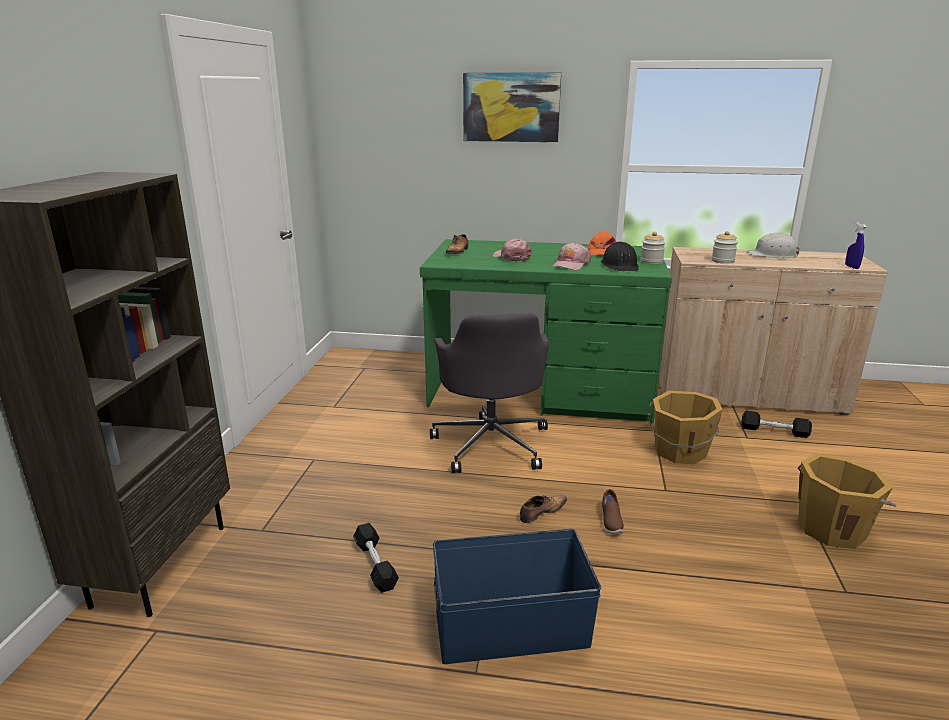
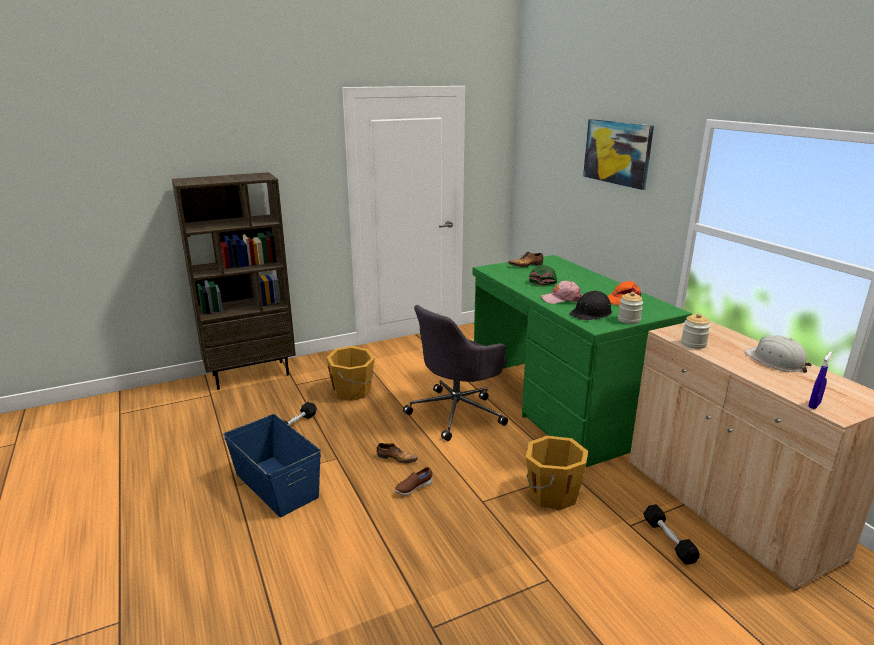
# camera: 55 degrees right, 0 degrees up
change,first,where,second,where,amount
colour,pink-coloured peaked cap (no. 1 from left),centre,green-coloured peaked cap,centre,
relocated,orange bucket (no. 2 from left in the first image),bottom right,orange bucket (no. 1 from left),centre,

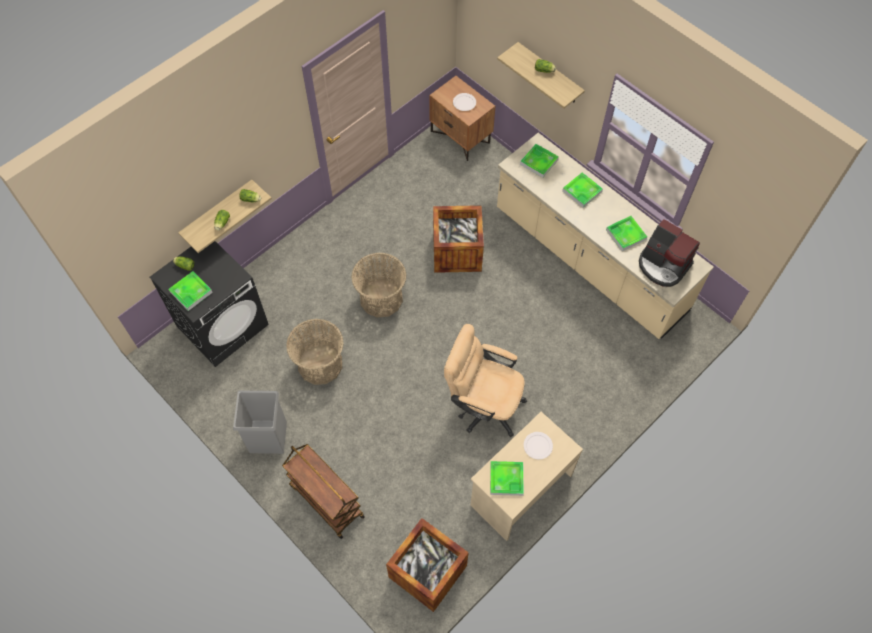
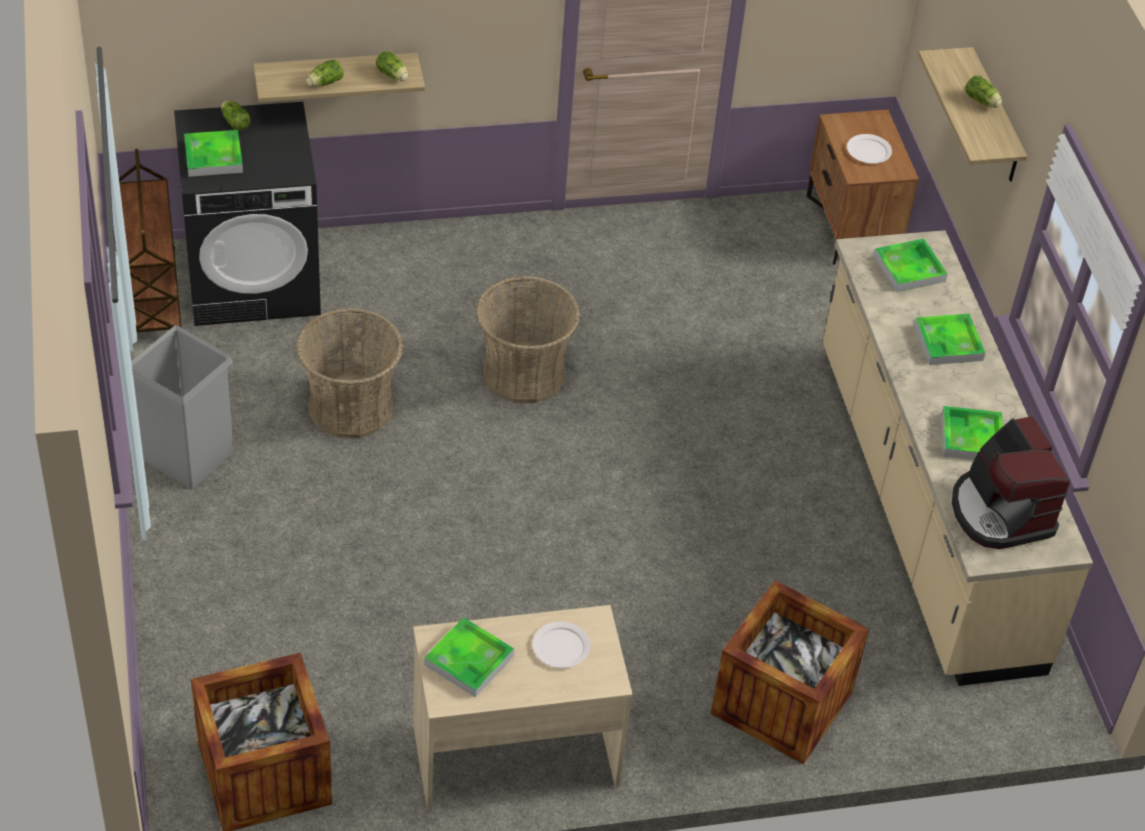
# camera: 30 degrees right, 15 degrees down
change,first,where,second,where,amount
relocated,crate (no. 2 from left),centre,,bottom right,
missing,sand-coloured office chair,centre,,,
relocated,brown-coloured cart,bottom centre,,top left,

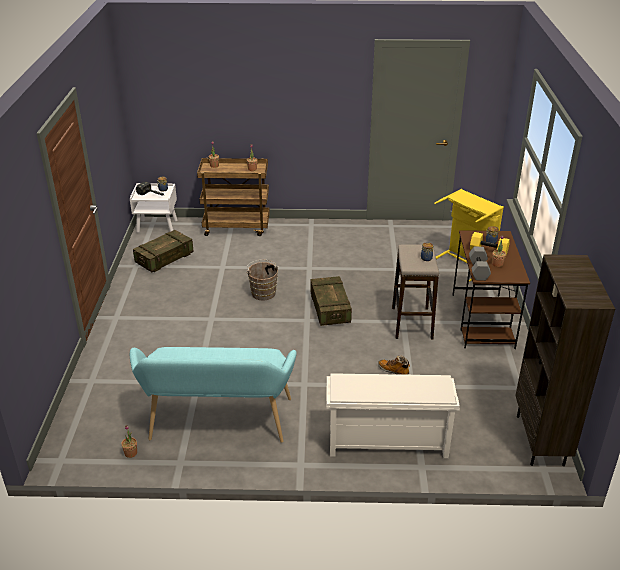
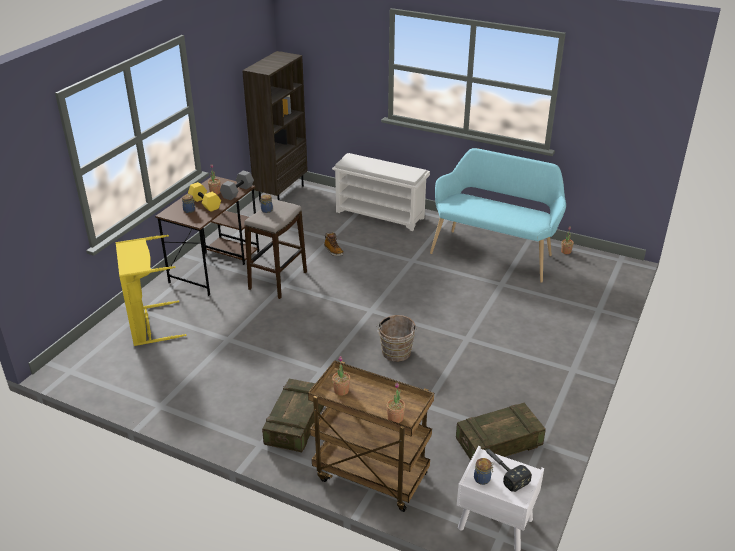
# camera: 155 degrees left, 0 degrees up
change,first,where,second,where,amount
relocated,crate (no. 2 from left in the first image),centre,crate (no. 1 from left),bottom centre,

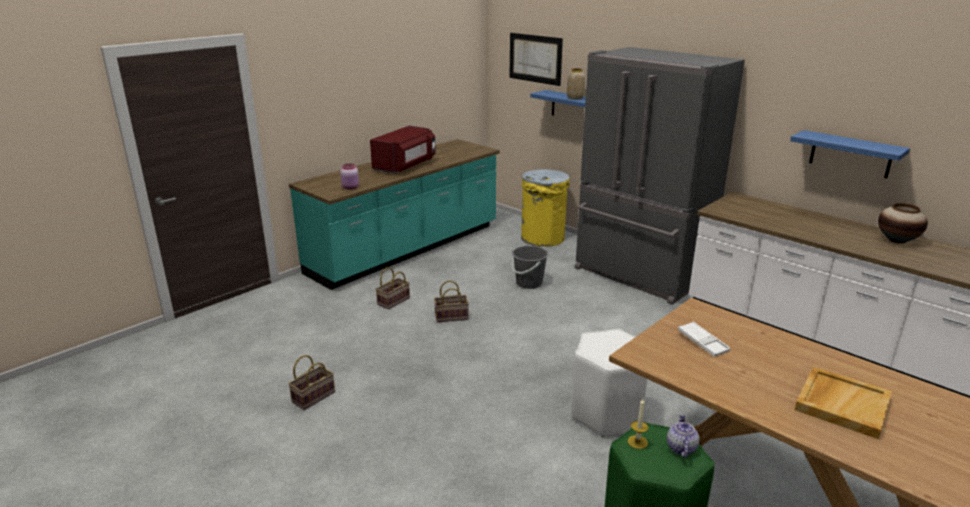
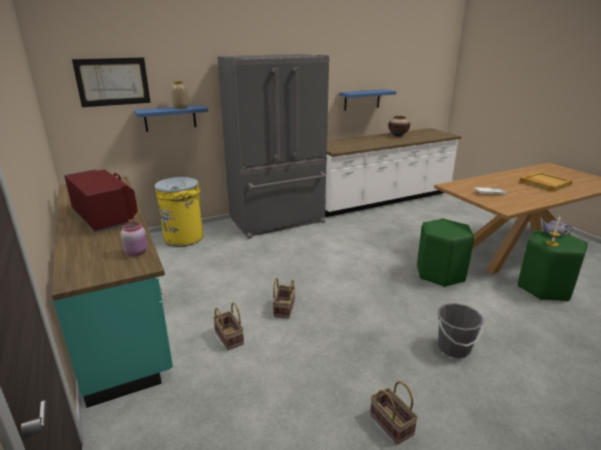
# camera: 70 degrees left, 0 degrees up
change,first,where,second,where,amount
relocated,greyish bucket,centre,,bottom right,
colour,white stool seat,bottom centre,green-coloured stool seat (no. 1 from left),middle right,

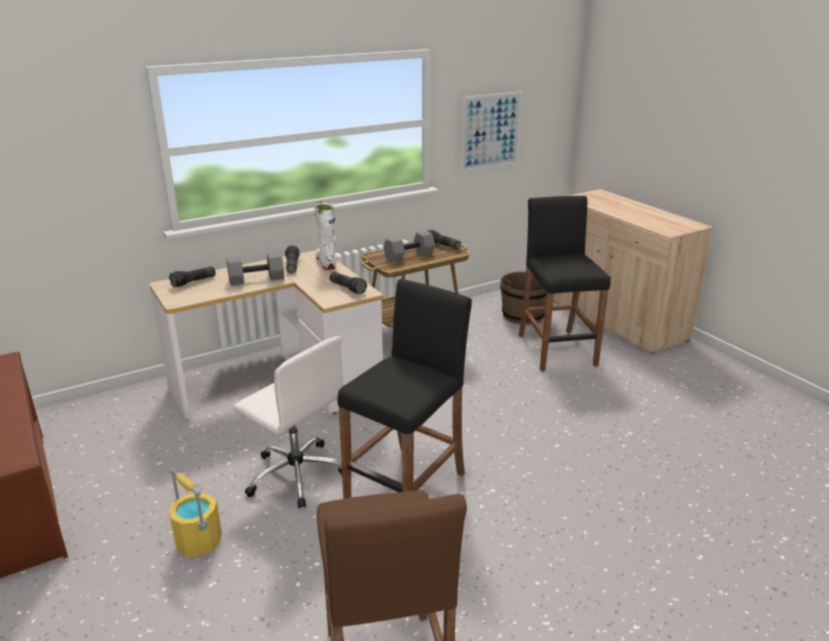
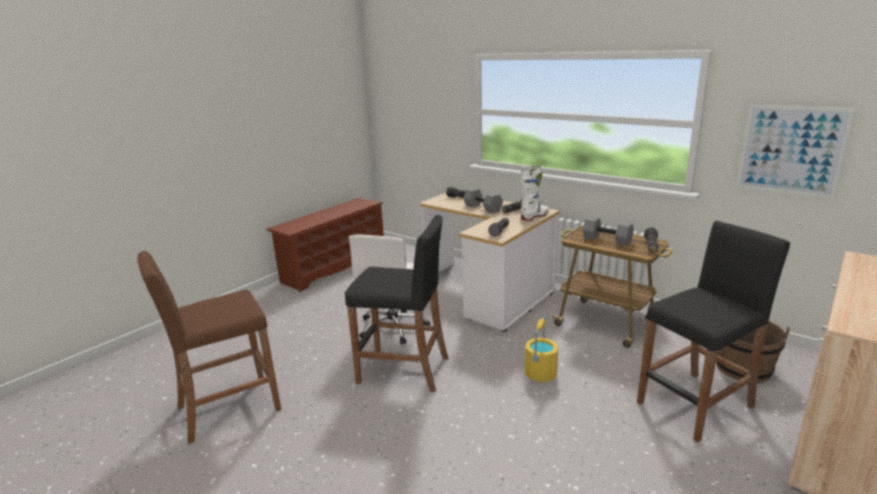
# camera: 70 degrees right, 5 degrees down
change,first,where,second,where,amount
relocated,yellow-coloured bucket,bottom left,,bottom centre,

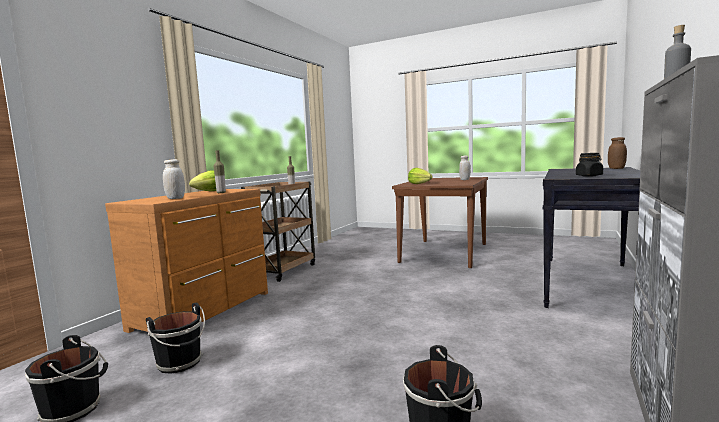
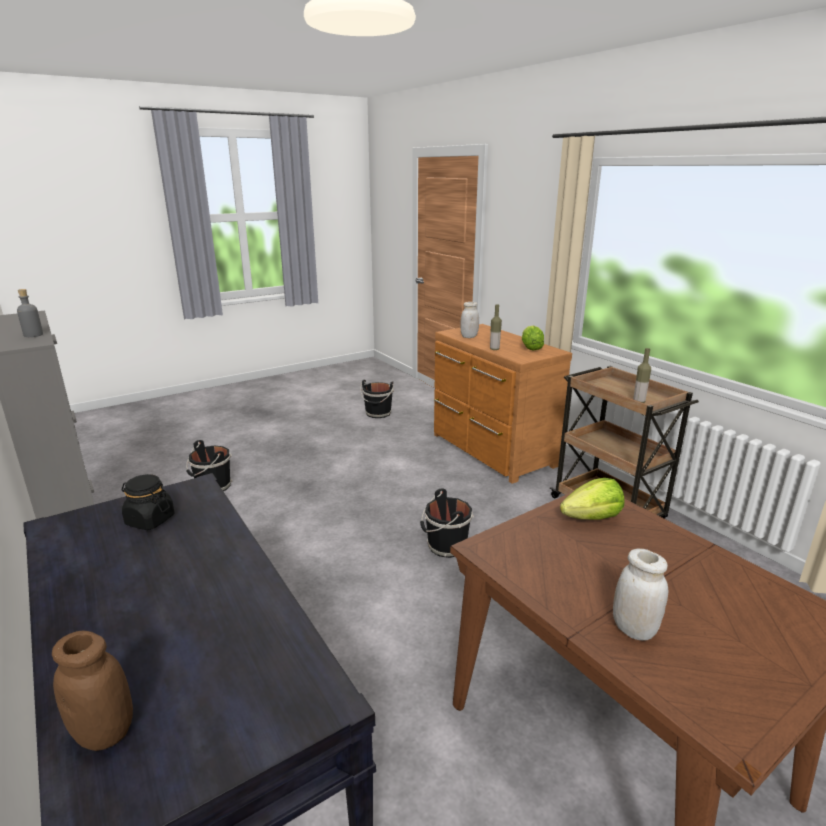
# camera: 120 degrees right, 15 degrees up
change,first,where,second,where,amount
relocated,black bucket (no. 2 from left in the first image),bottom left,black bucket (no. 3 from left),centre,

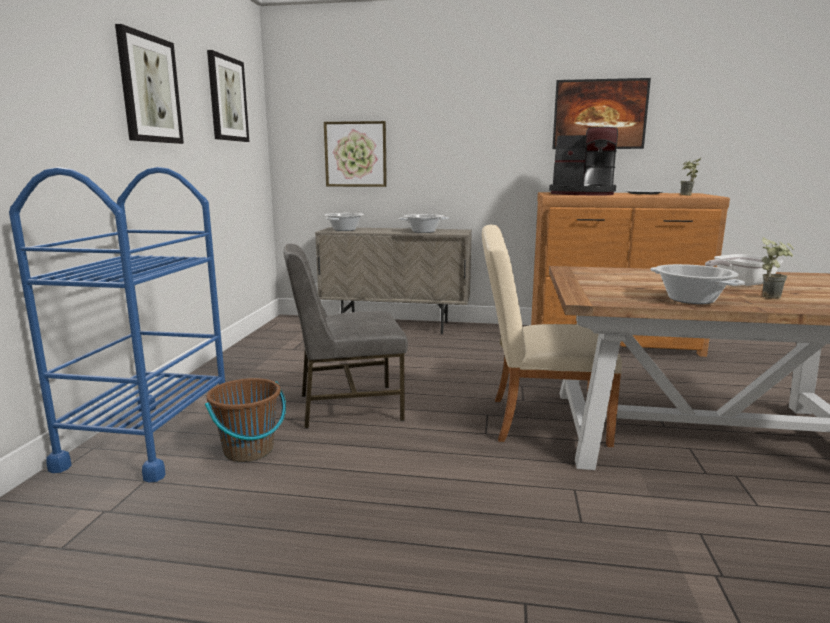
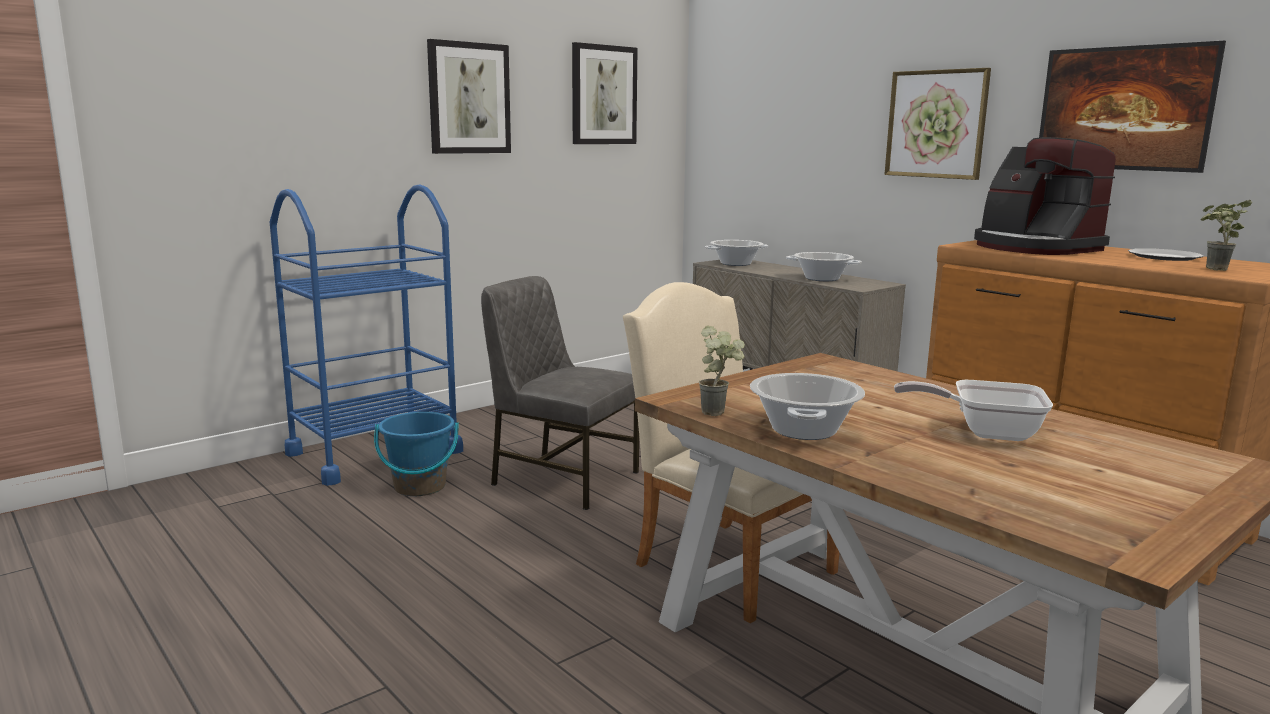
# camera: 40 degrees right, 0 degrees up
change,first,where,second,where,amount
relocated,picture (no. 3 from left),top centre,,top right,
relocated,plant in a pot (no. 2 from left in the first image),middle right,plant in a pot (no. 1 from left),centre,
colour,brown-coloured bucket,bottom left,bluish bucket,middle left,

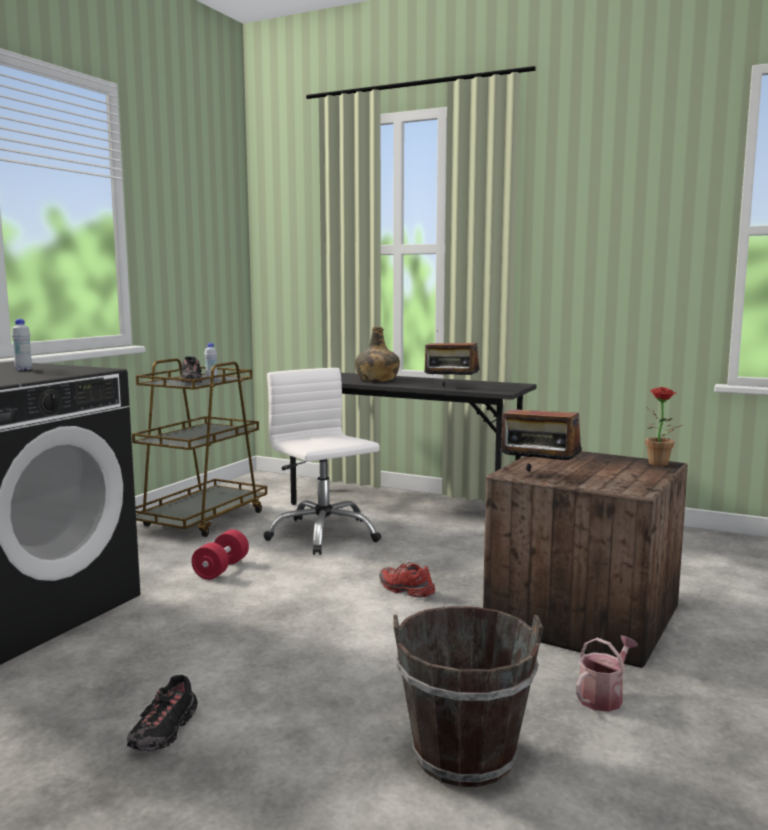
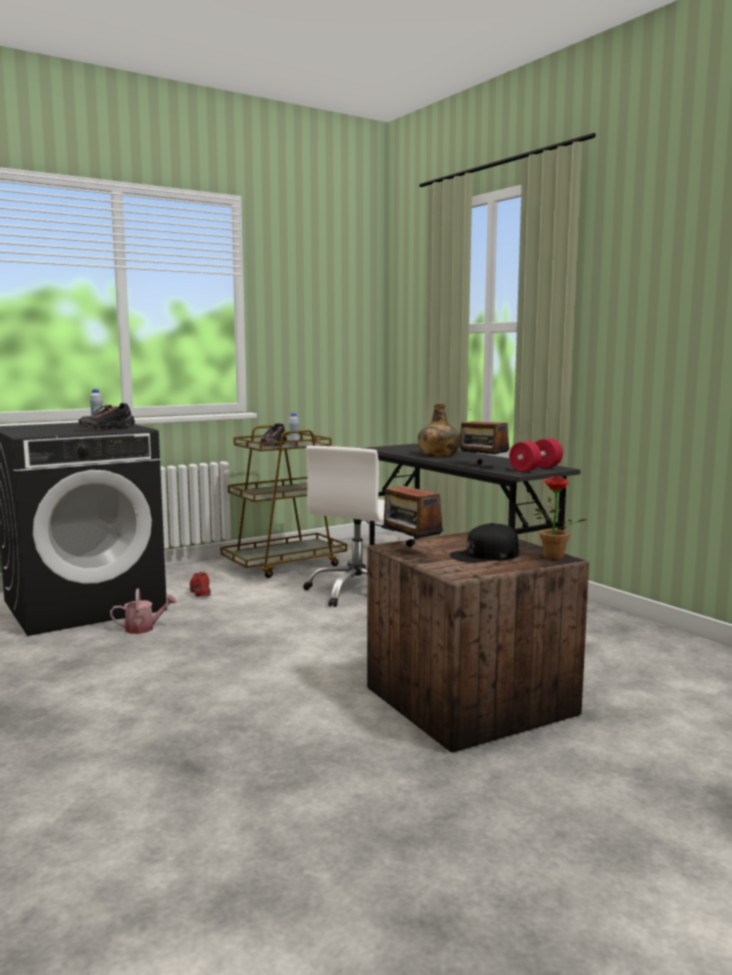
# camera: 30 degrees right, 0 degrees up
change,first,where,second,where,amount
spun,white office chair,centre,,centre,150 degrees counterclockwise
relocated,red hand weight,bottom left,,middle right,
relocated,red shoe,bottom centre,,middle left,
missing,brown-coloured bucket,bottom centre,,,
relocated,watering can,bottom right,,middle left,
relocated,black shoe (no. 1 from left),bottom left,,middle left,
appeared,,,black peaked cap,centre,

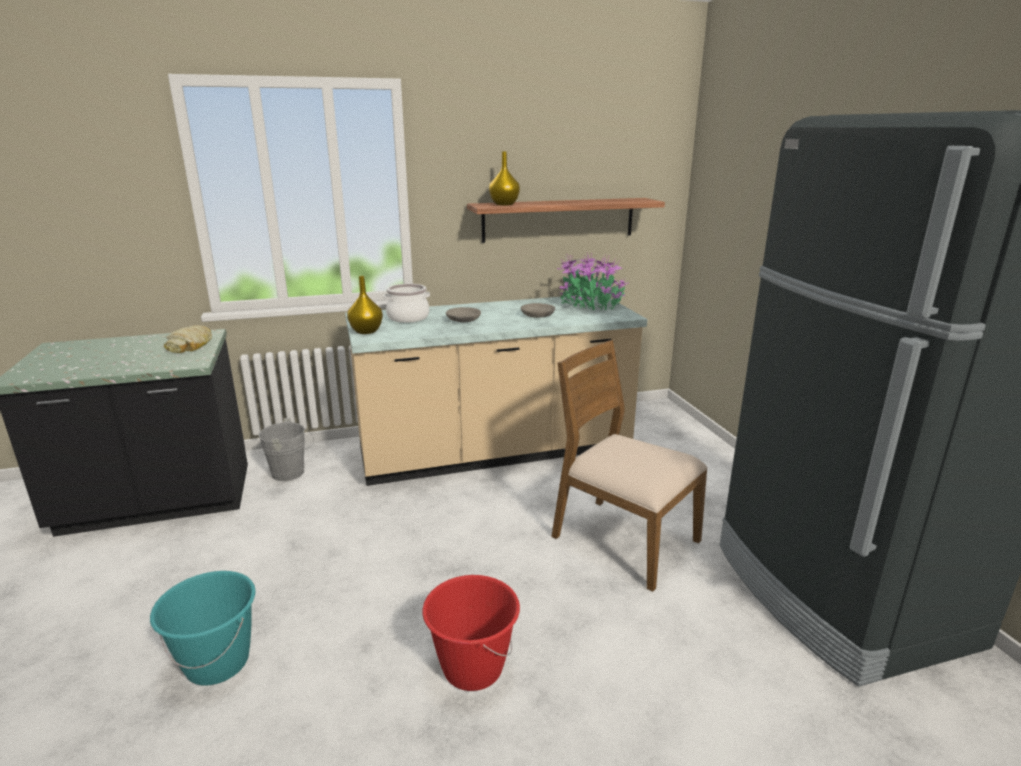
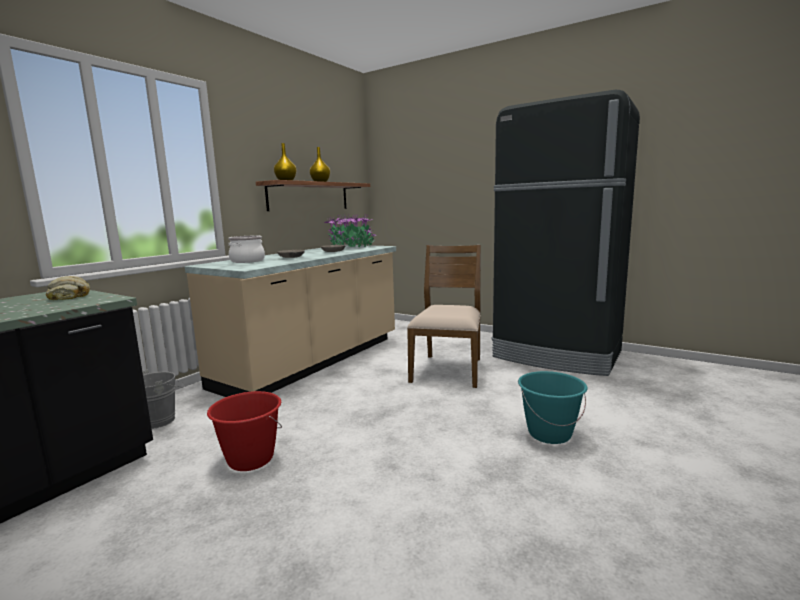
# camera: 40 degrees left, 10 degrees down
change,first,where,second,where,amount
relocated,yellow-coloured vase (no. 1 from left in the first image),centre,yellow-coloured vase (no. 2 from left),top centre,
spun,brown-coloured chair,centre,,centre,105 degrees clockwise
relocated,blue-green bucket,bottom left,,bottom right,
relocated,red bucket,bottom centre,,bottom left,

